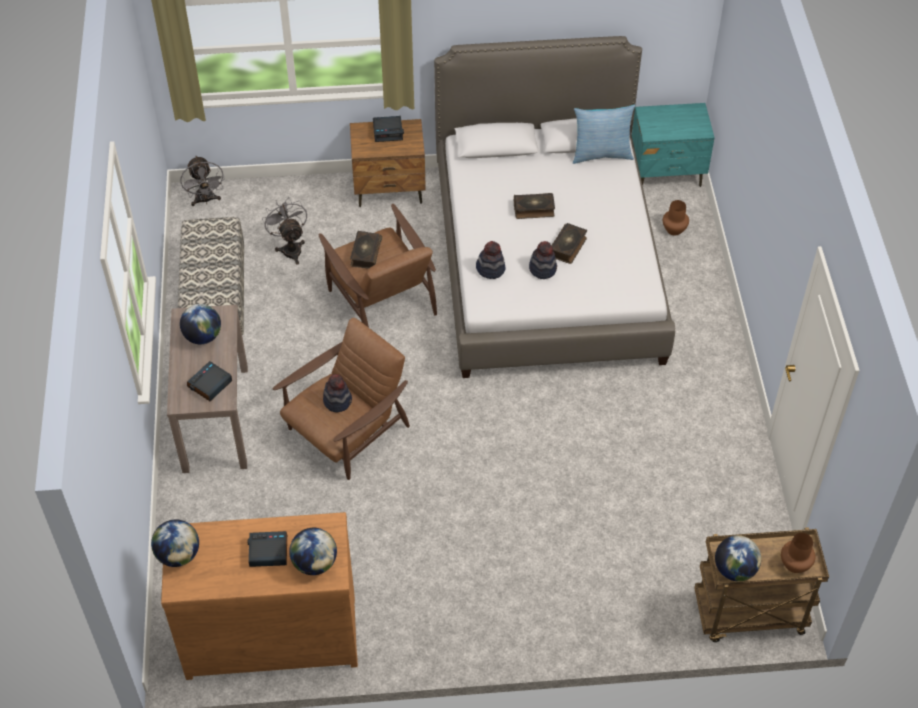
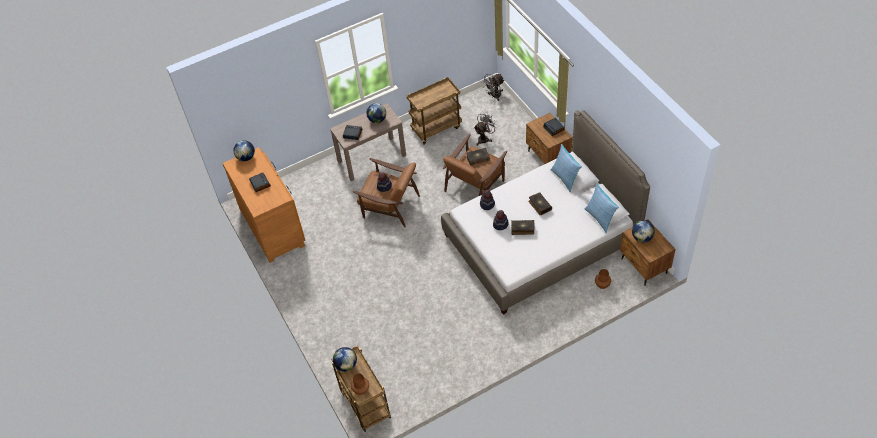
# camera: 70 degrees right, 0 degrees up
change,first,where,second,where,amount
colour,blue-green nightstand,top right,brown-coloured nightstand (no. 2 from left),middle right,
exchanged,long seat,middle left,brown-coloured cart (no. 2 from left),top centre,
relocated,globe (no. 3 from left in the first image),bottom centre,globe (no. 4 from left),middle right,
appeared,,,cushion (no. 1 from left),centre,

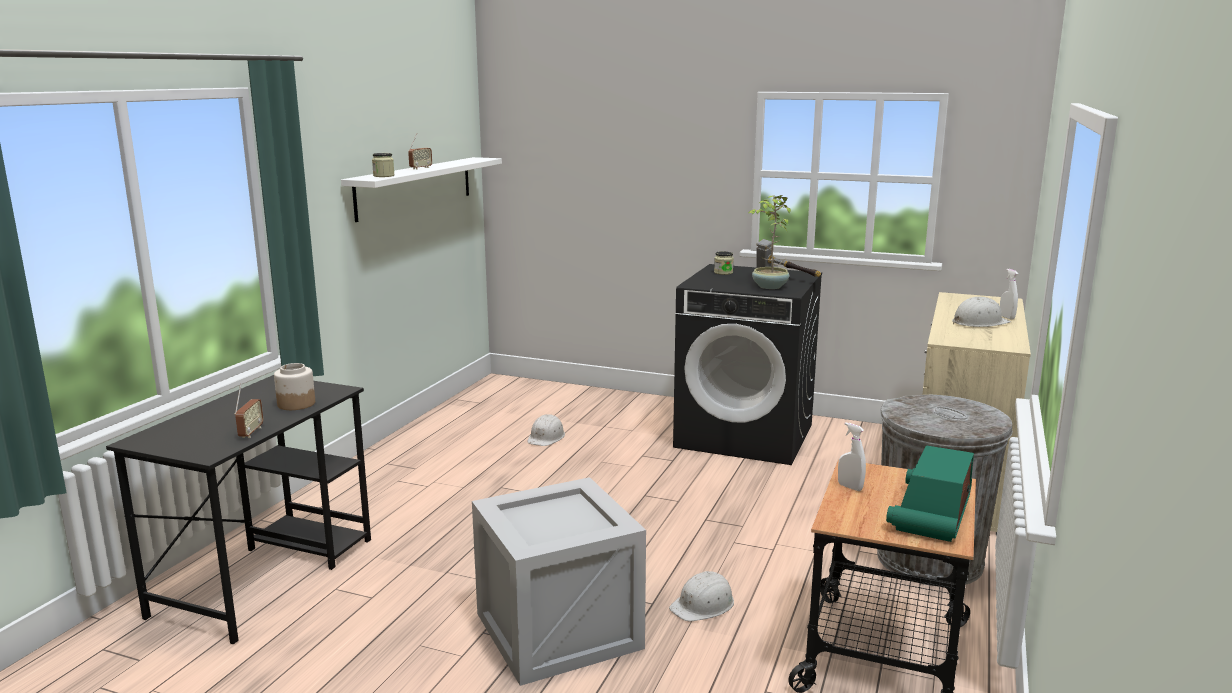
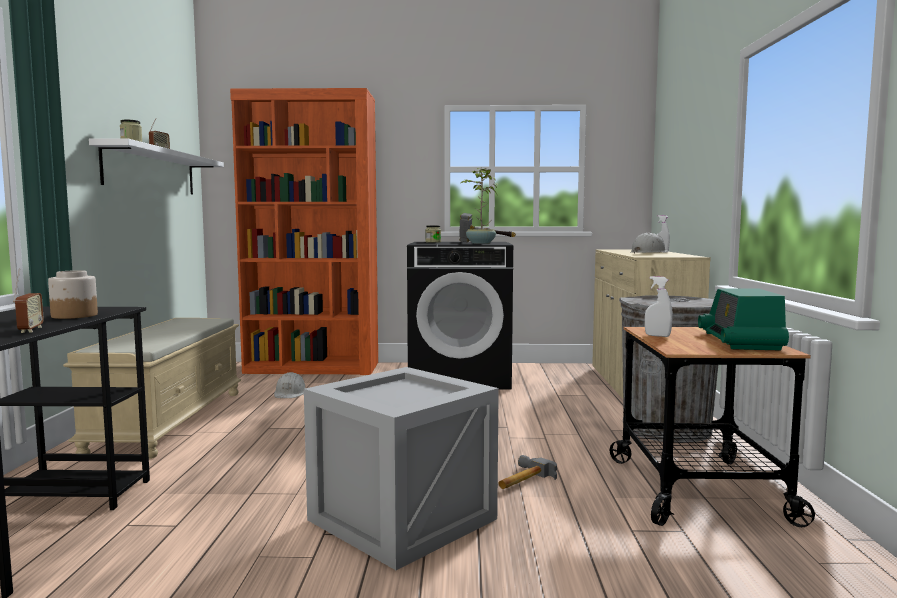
# camera: 20 degrees left, 10 degrees down
change,first,where,second,where,amount
exchanged,white hard hat (no. 2 from left),bottom centre,hand hammer (no. 2 from left),bottom centre,
appeared,,,orange bookcase,centre,
appeared,,,sand-coloured long seat,middle left,

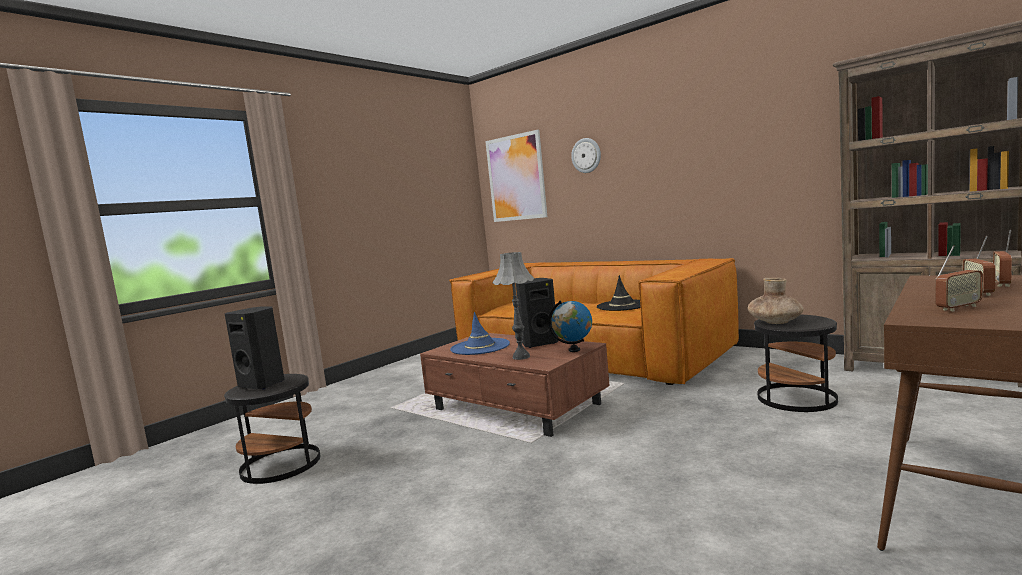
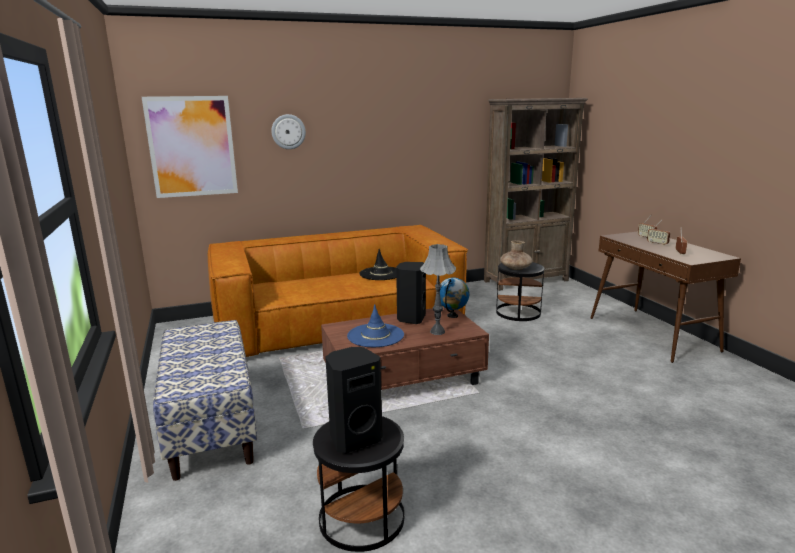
# camera: 60 degrees left, 10 degrees up
change,first,where,second,where,amount
appeared,,,long seat,bottom left,

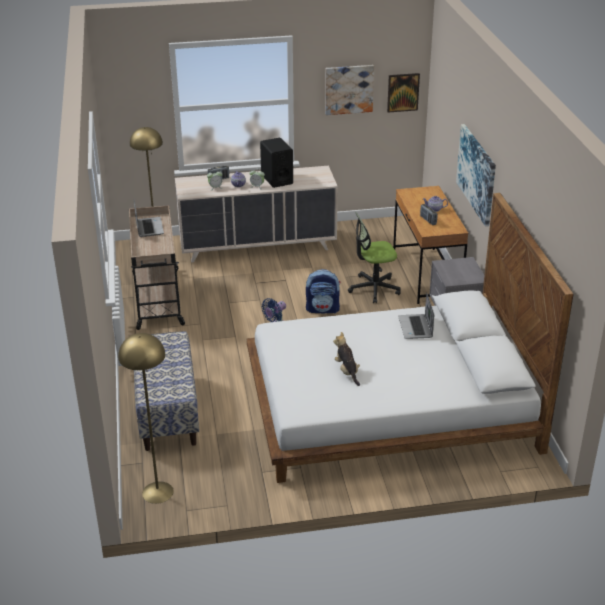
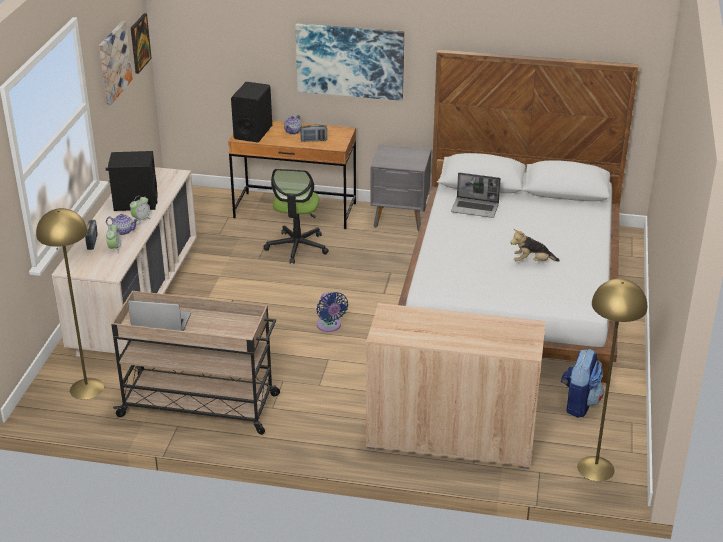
# camera: 70 degrees left, 0 degrees up
change,first,where,second,where,amount
relocated,knapsack,centre,,bottom right,
exchanged,long seat,middle left,sand-coloured cupboard,bottom centre,
appeared,,,black speaker (no. 2 from left),top centre,

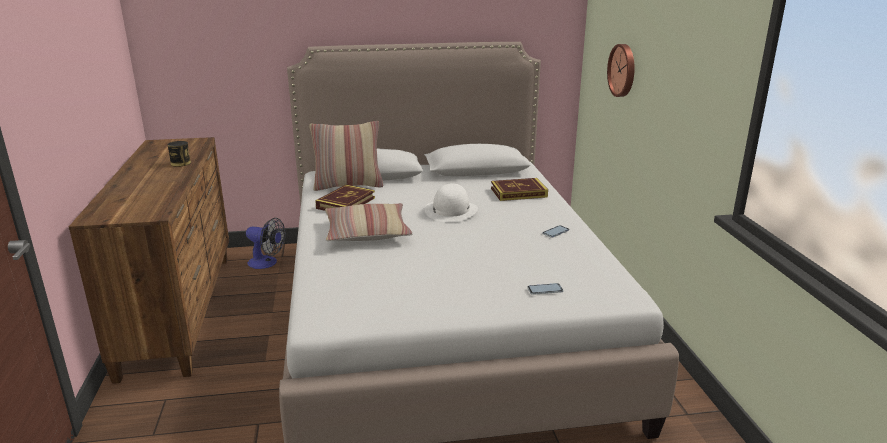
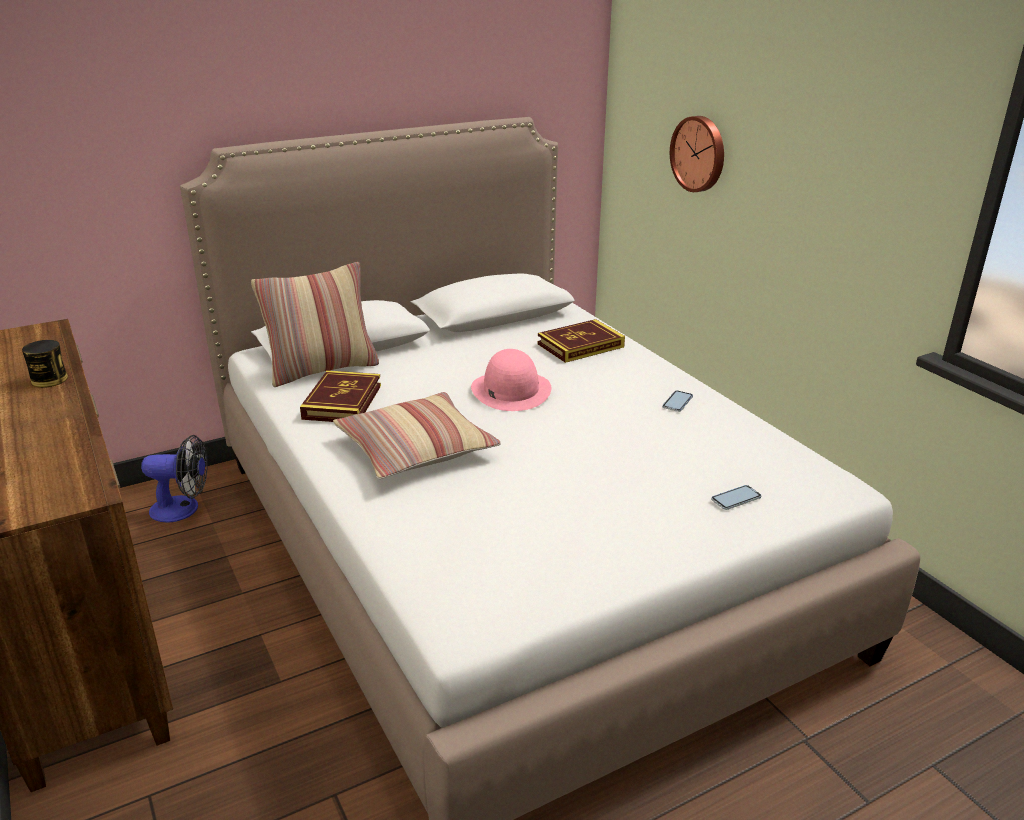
# camera: 20 degrees left, 5 degrees up
change,first,where,second,where,amount
colour,white clothing hat,centre,pink-coloured clothing hat,centre,

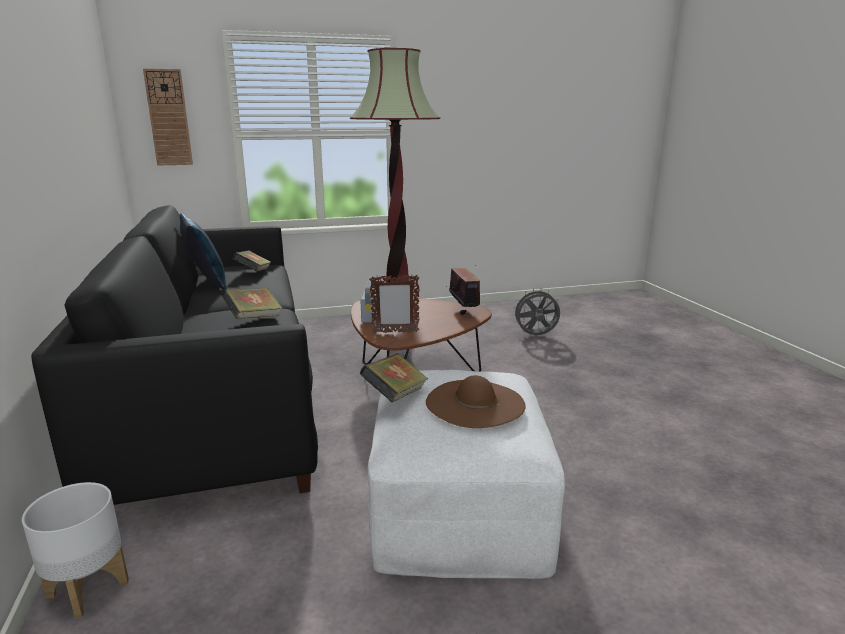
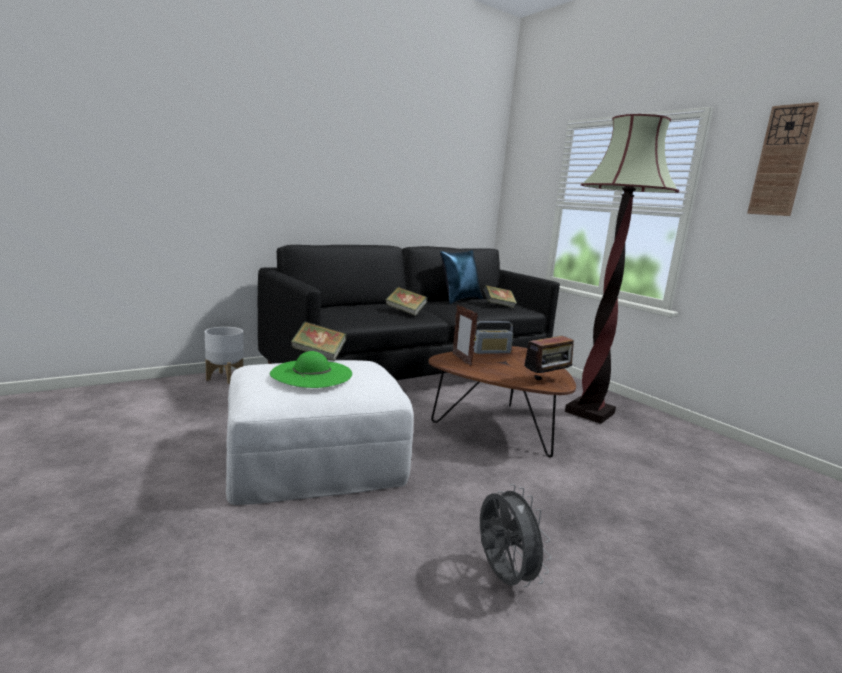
# camera: 70 degrees right, 5 degrees down
change,first,where,second,where,amount
relocated,hanging clock,top left,,top right,
relocated,greyish electric fan,centre,,bottom centre,
colour,brown-coloured clothing hat,centre,green-coloured clothing hat,centre,

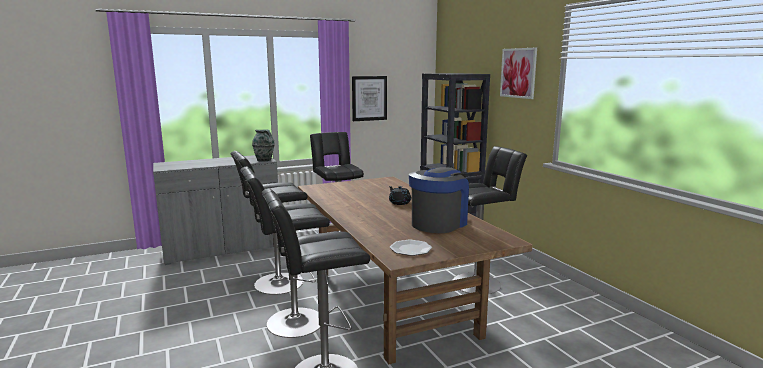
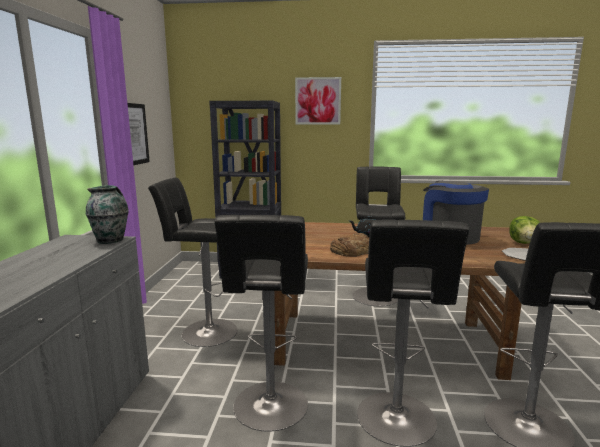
# camera: 60 degrees left, 0 degrees up
change,first,where,second,where,amount
appeared,,,lettuce,middle right,
appeared,,,bakery bread,centre,

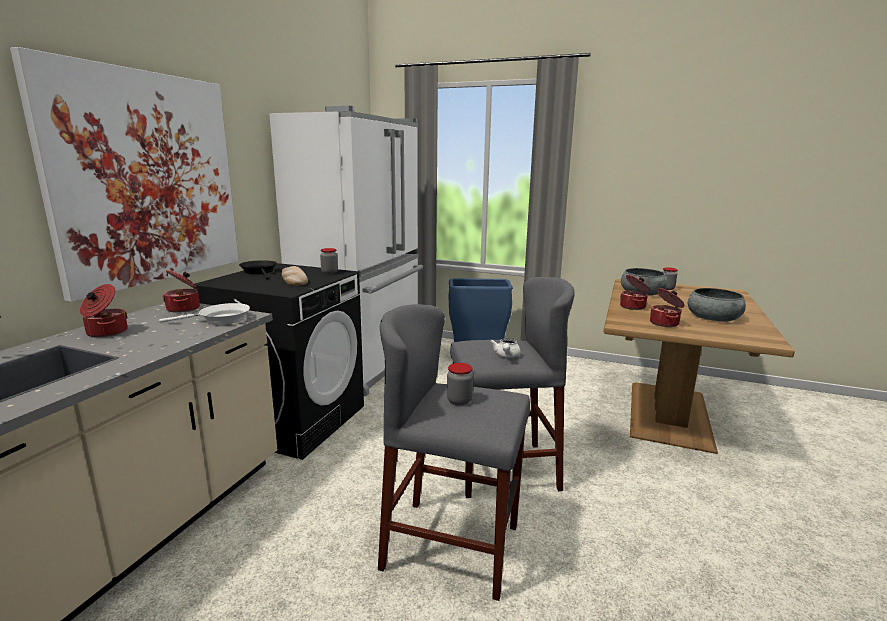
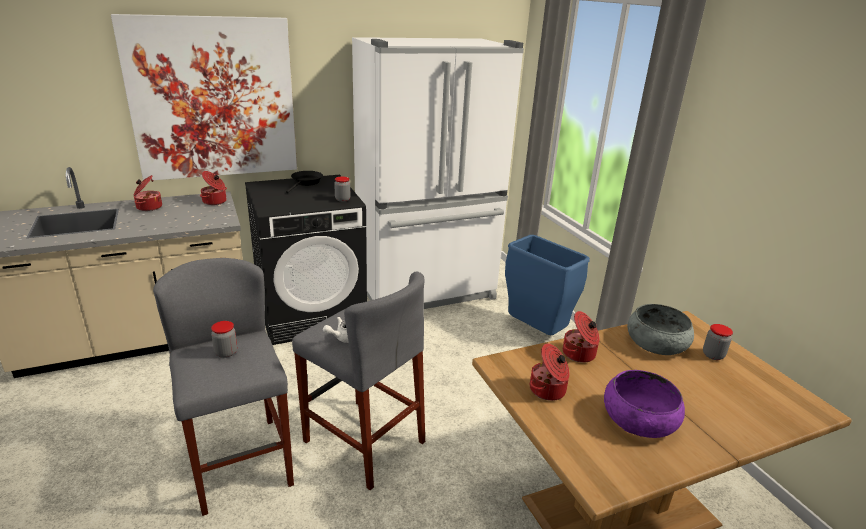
# camera: 45 degrees right, 10 degrees up
change,first,where,second,where,amount
missing,bakery bread,middle left,,,
colour,greyish serving bowl (no. 2 from left),middle right,purple serving bowl,bottom right,
missing,white frying pan,middle left,,,

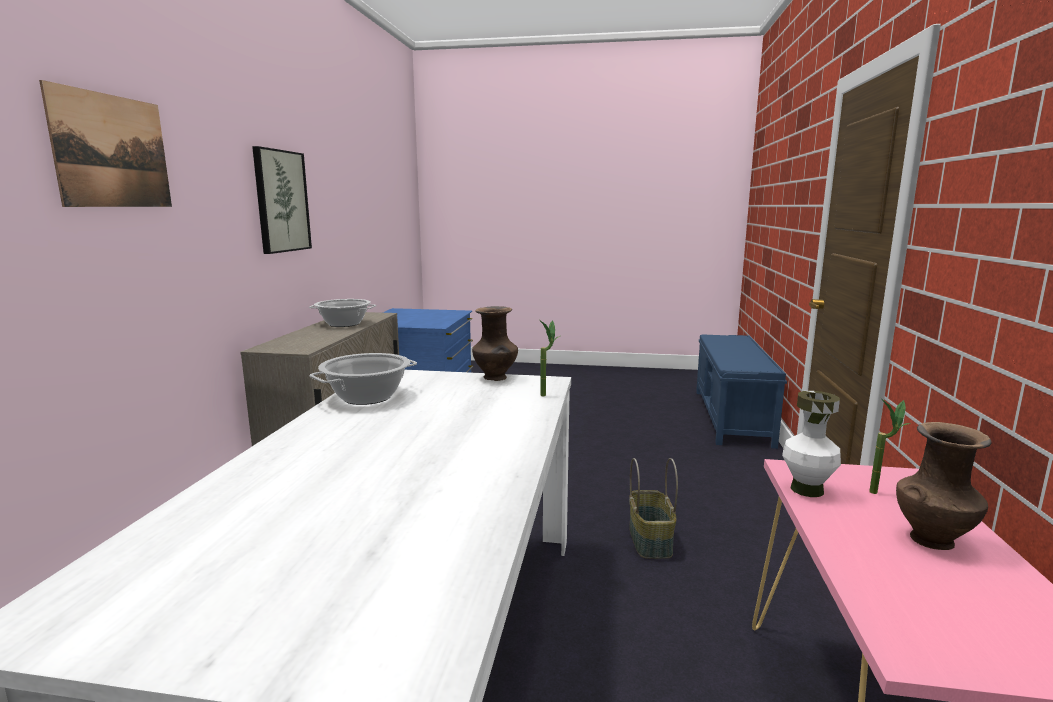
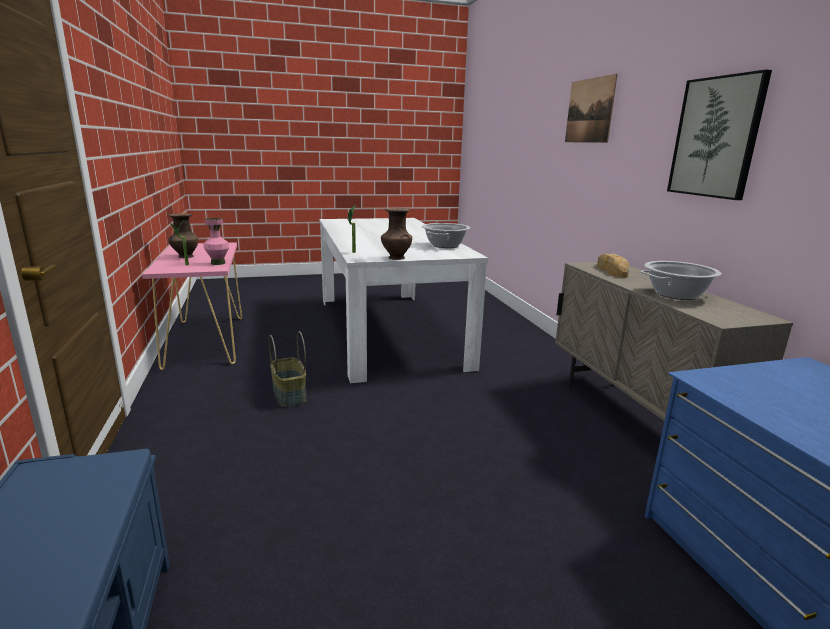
# camera: 155 degrees right, 5 degrees up
change,first,where,second,where,amount
colour,white vase,middle right,pink-coloured vase,middle left,
appeared,,,bakery bread,middle right,

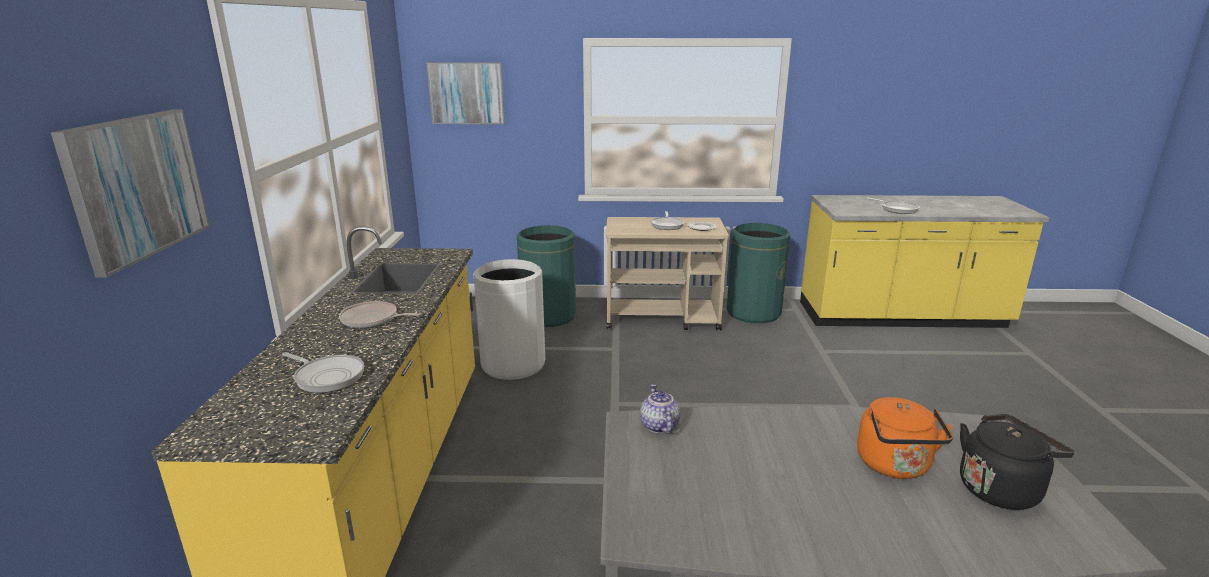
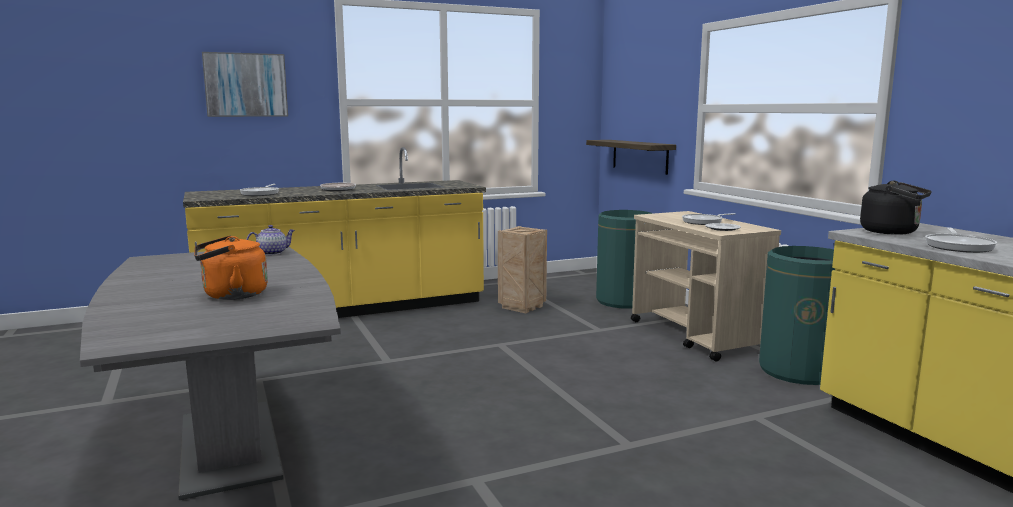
# camera: 65 degrees right, 10 degrees down
change,first,where,second,where,amount
missing,picture (no. 2 from left),top centre,,,
exchanged,white waste bin,centre,crate,centre,
relocated,black water kettle,bottom right,,middle right,
appeared,,,wall shelf,top centre,

